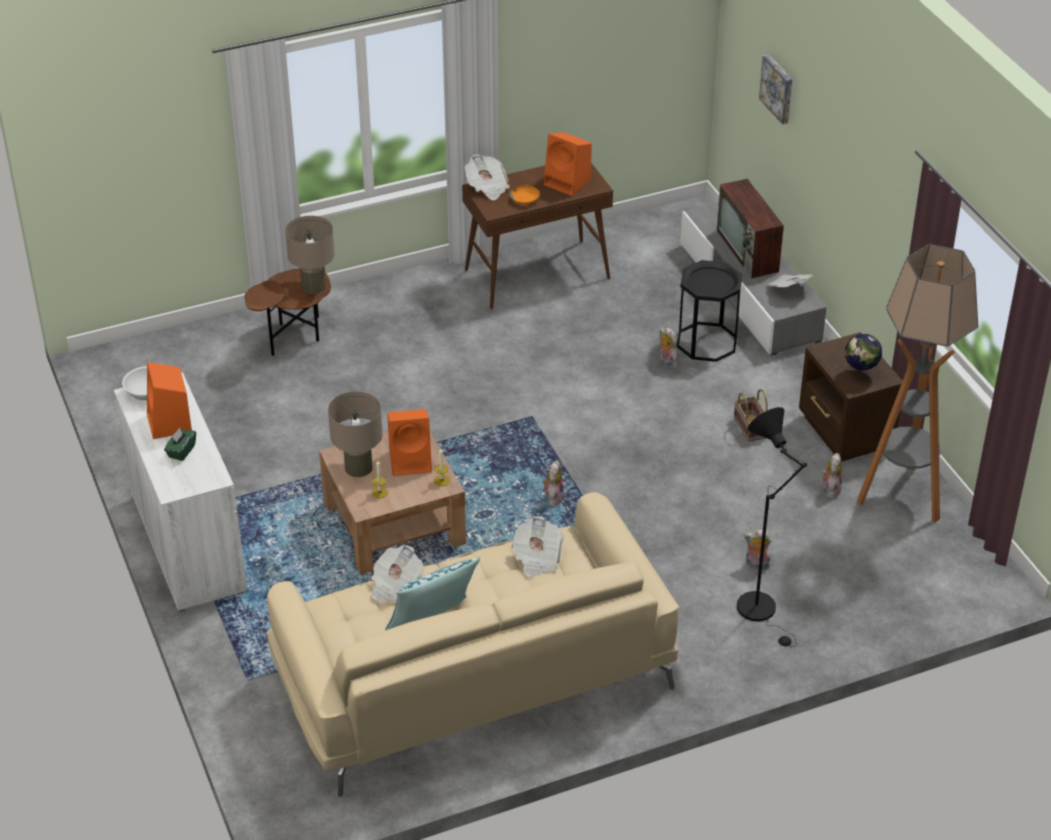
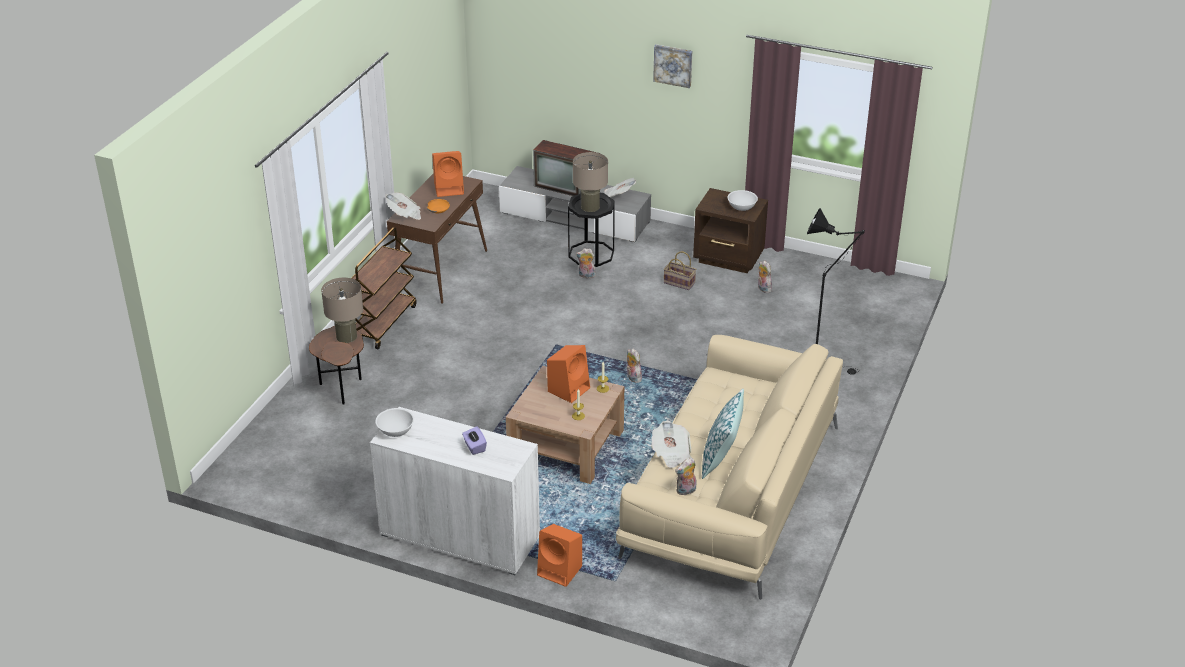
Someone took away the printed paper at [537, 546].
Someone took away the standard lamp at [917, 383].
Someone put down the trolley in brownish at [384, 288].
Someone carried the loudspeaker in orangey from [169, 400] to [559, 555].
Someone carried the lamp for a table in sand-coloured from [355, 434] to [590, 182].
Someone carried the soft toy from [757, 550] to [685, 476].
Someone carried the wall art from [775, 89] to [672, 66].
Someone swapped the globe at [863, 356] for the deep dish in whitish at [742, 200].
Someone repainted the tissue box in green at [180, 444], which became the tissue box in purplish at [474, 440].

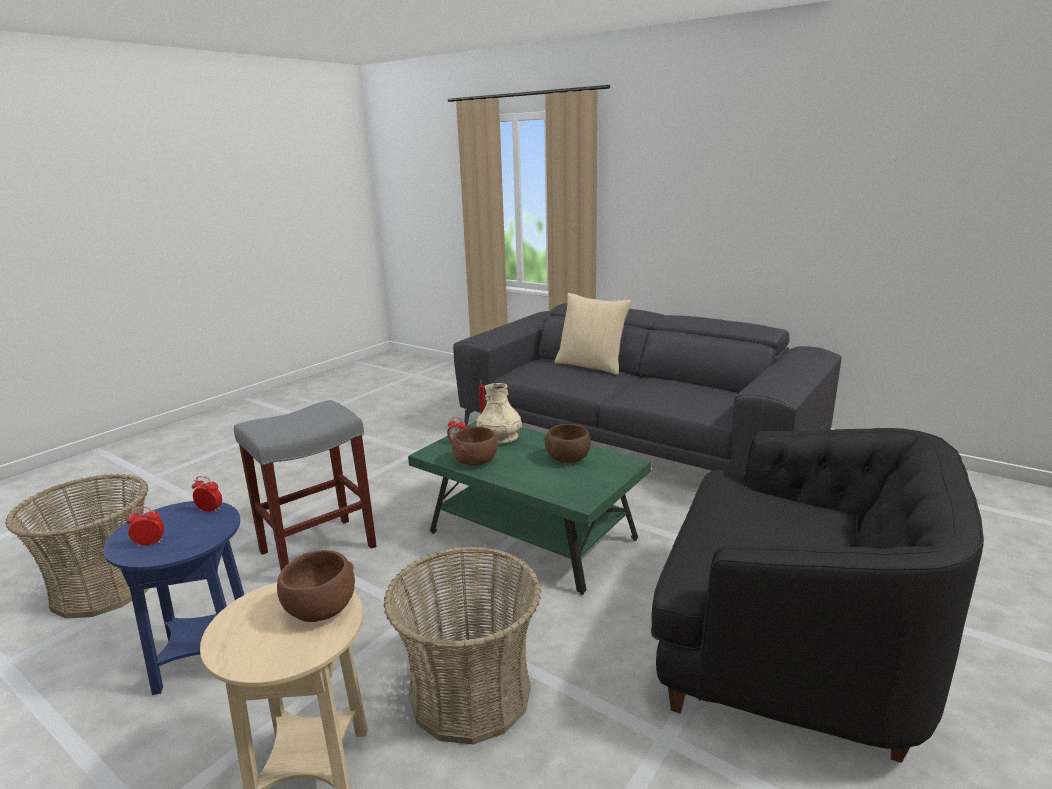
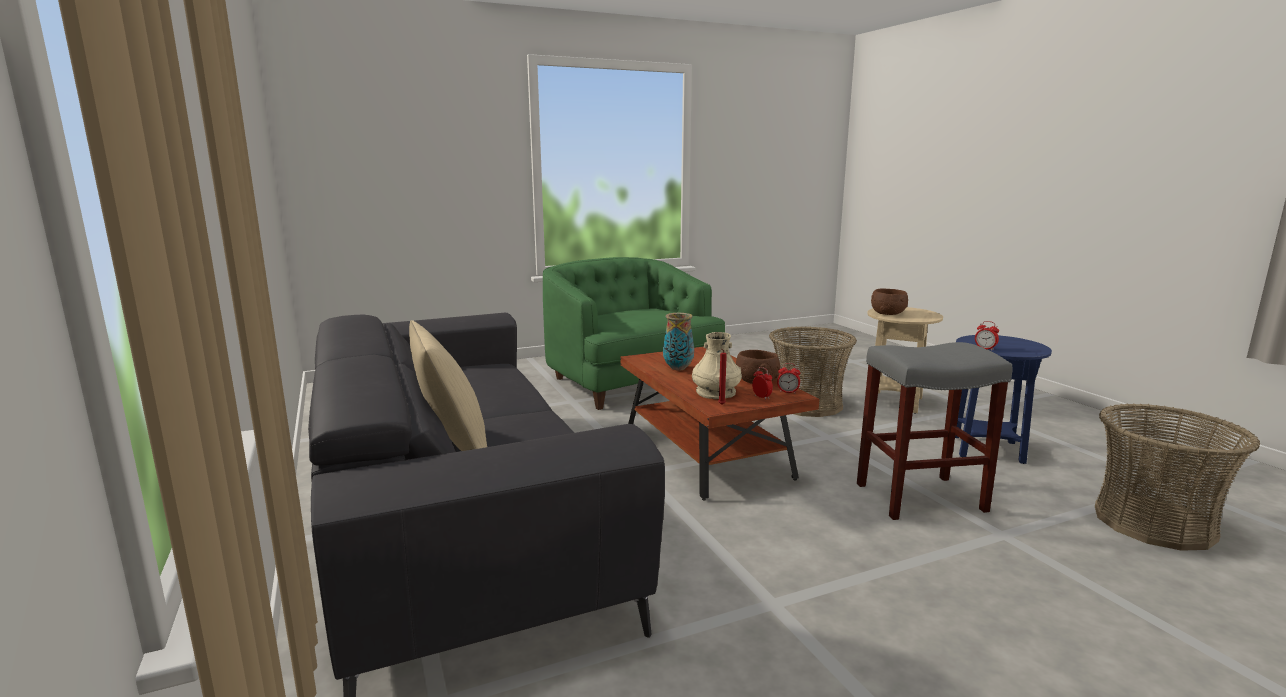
Someone carried the alarm clock from [145, 527] to [788, 378].
Someone swapped the deep dish in brownish at [567, 443] for the flower vase at [678, 342].
Someone repainted the coffee table in green at [530, 508], which became the coffee table in brownish at [719, 423].
Someone repainted the armchair in black-coloured at [817, 595], which became the armchair in green at [634, 333].

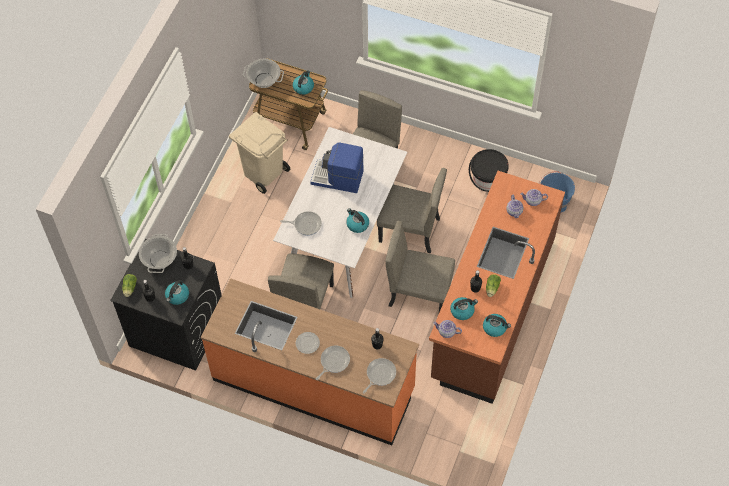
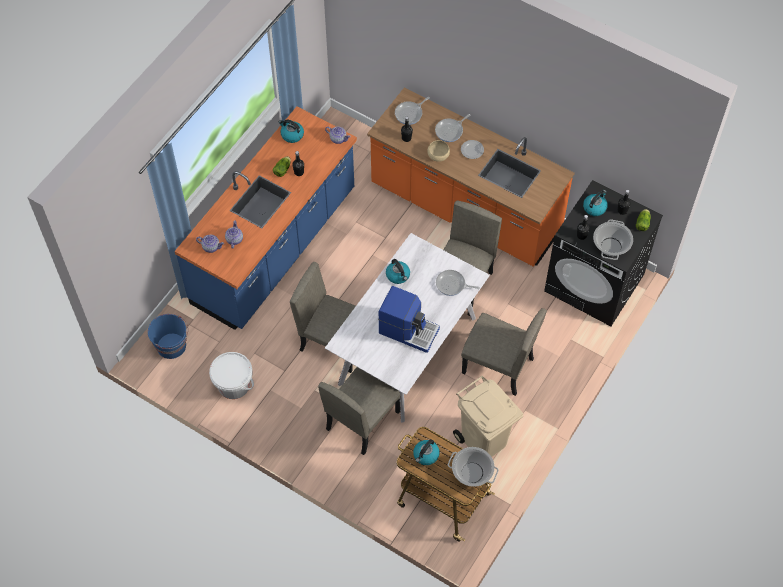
Someone took away the tea kettle at [464, 308].
Someone put down the deep dish in sand-coloured at [438, 151].
Someone carried the chair in sand-coloured from [420, 266] to [504, 352].
Someone repainted the kitchen base unit in brownish at [497, 287], which became the kitchen base unit in blue-coloured at [266, 218].
Someone repainted the water bucket in black-coloured at [489, 170], which became the water bucket in whitish at [231, 375].

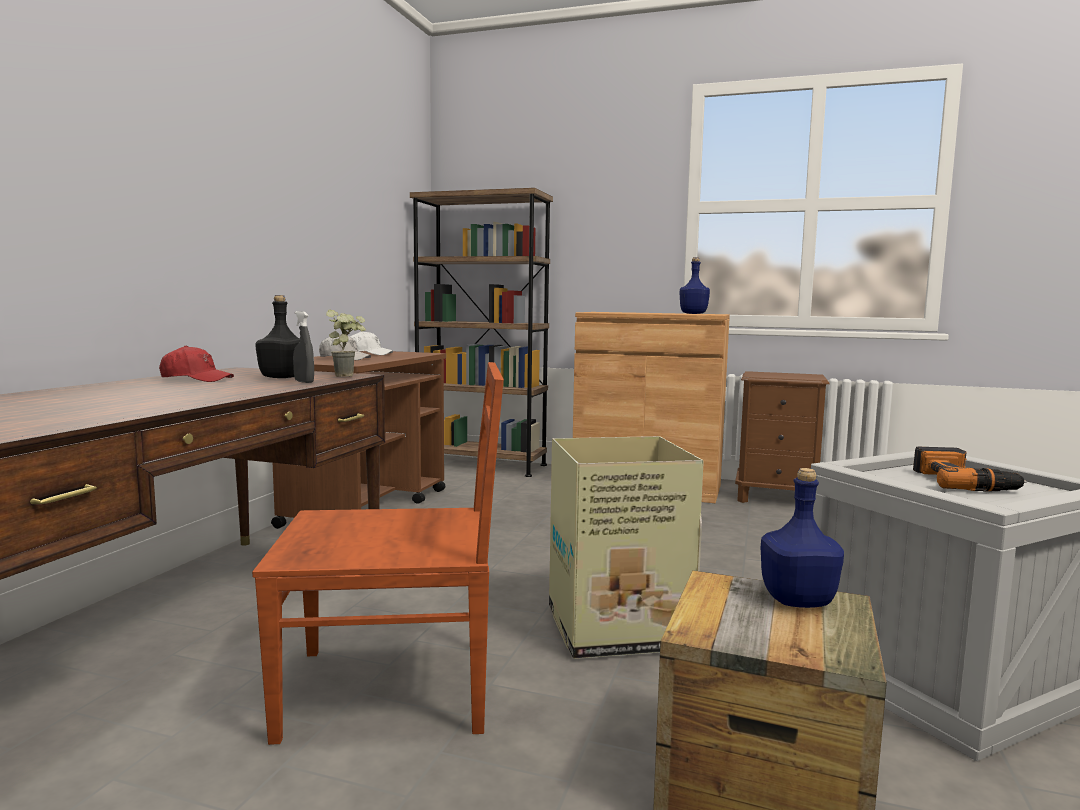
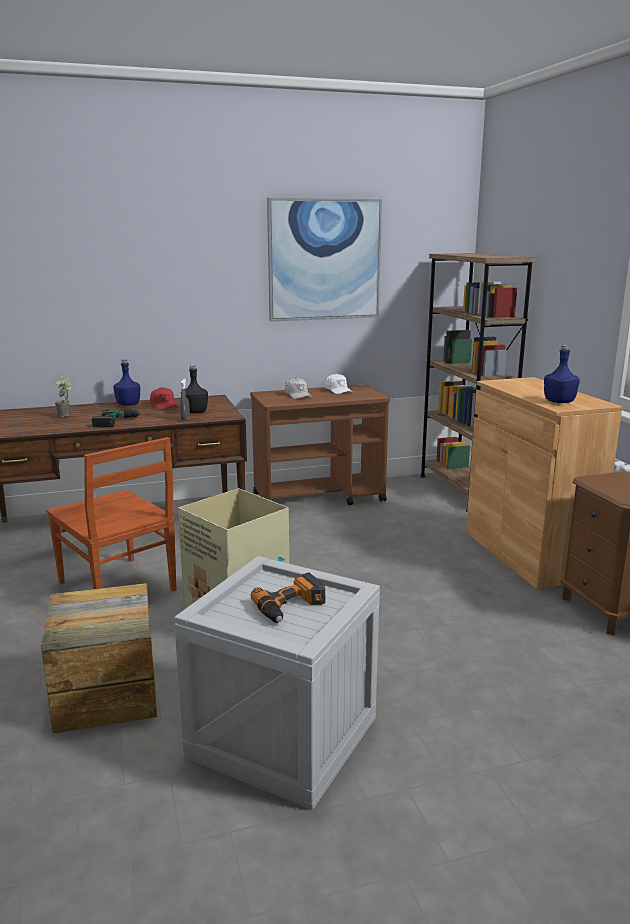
Someone put down the electric drill at [116, 418].
Someone put up the wall art at [324, 259].
Someone carried the houseplant from [346, 343] to [63, 396].
Someone carried the bottle in blue-coloured from [802, 538] to [126, 382].

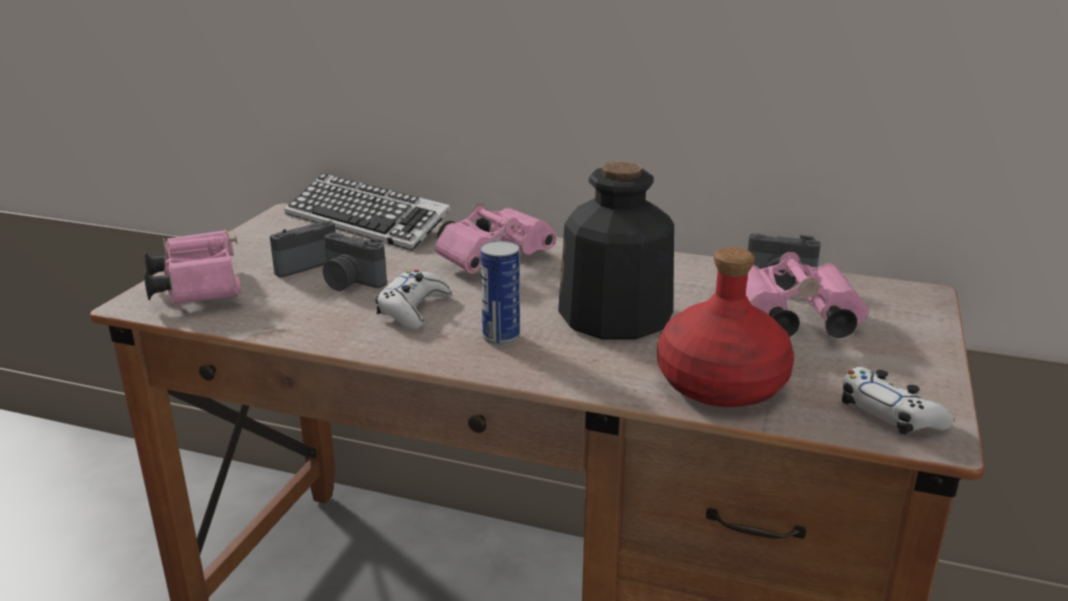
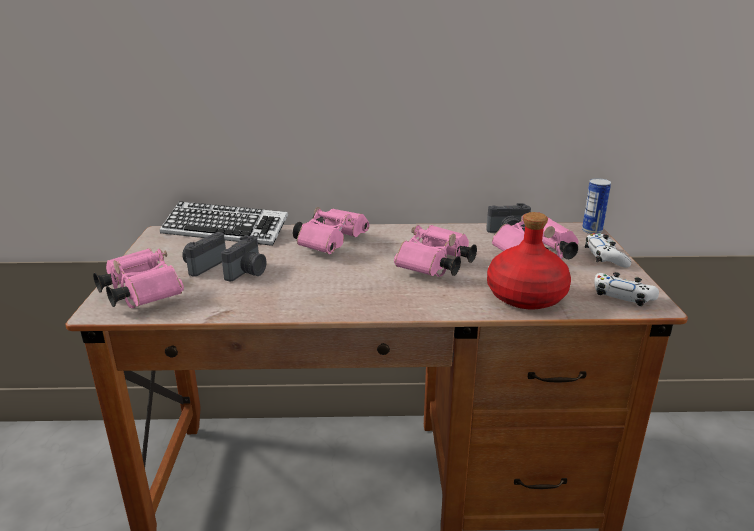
Someone carried the joypad in whitish from [414, 300] to [608, 250].
Someone carried the can from [500, 293] to [596, 206].
Someone swapped the bottle at [616, 250] for the pair of binoculars in pinkish at [435, 251].
Someone rotated the still camera at [355, 261] by 75 degrees counterclockwise.

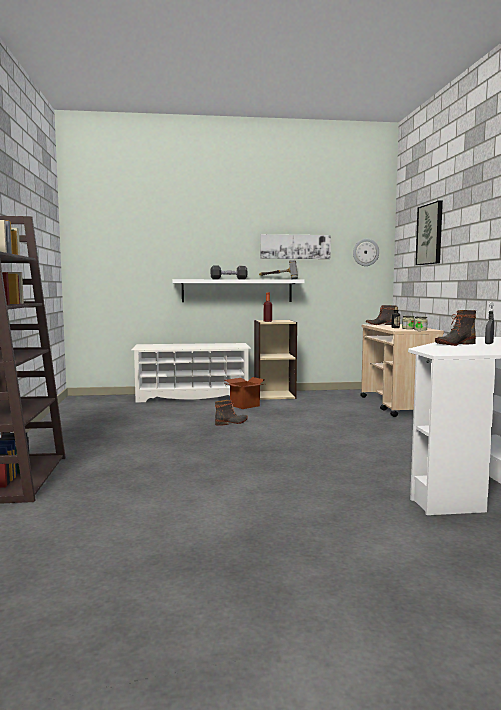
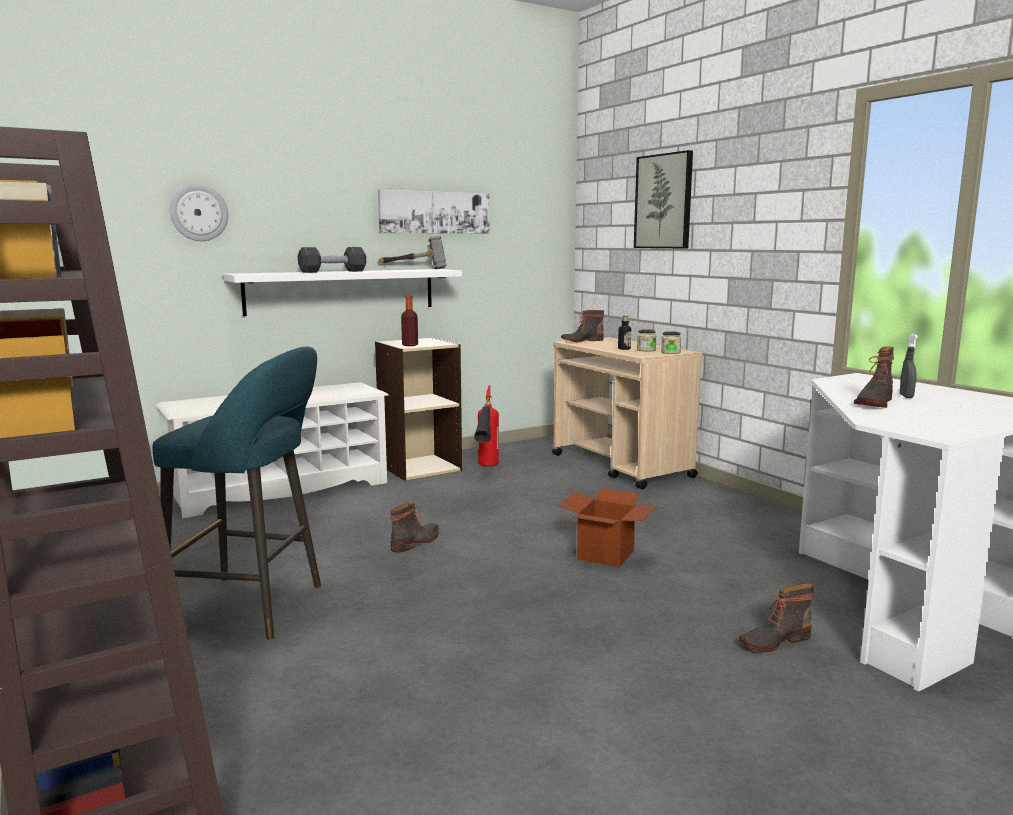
Someone put down the stool seat in blue-green at [236, 493].
Someone put down the fire extinguisher at [486, 426].
Someone put down the tall boot at [776, 617].
Someone carried the cardboard box from [244, 393] to [607, 527].
Someone carried the hanging clock from [366, 252] to [199, 212].

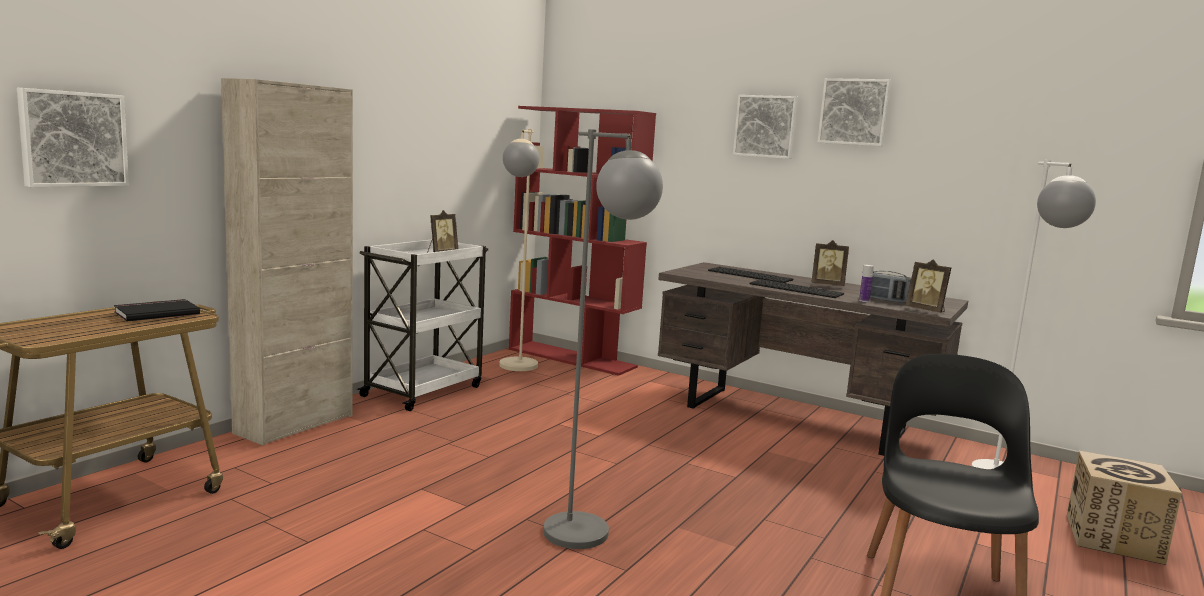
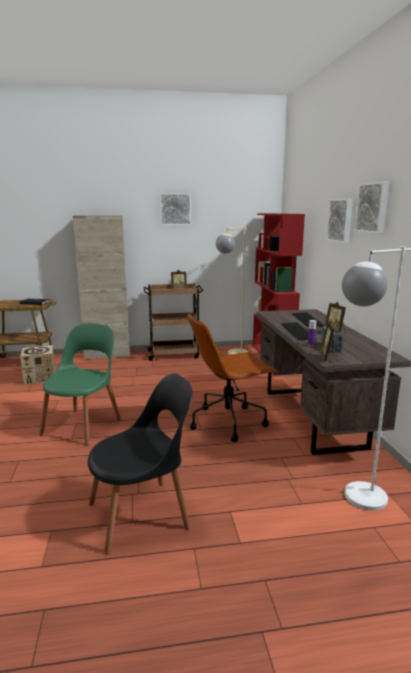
Someone put down the desk chair in brownish at [232, 378].
Someone carried the wall art from [73, 137] to [175, 209].
Someone carried the cardboard box from [1124, 508] to [37, 365].
Someone swapped the standard lamp in gray at [603, 339] for the chair in green at [80, 384].
Someone repainted the trolley in whitish at [422, 325], which became the trolley in brownish at [174, 322].

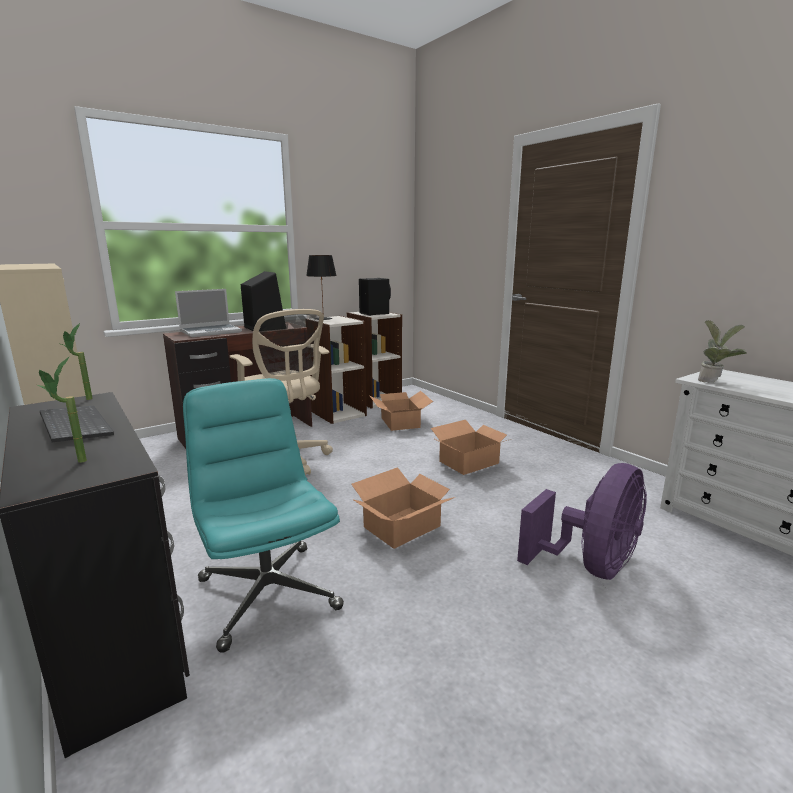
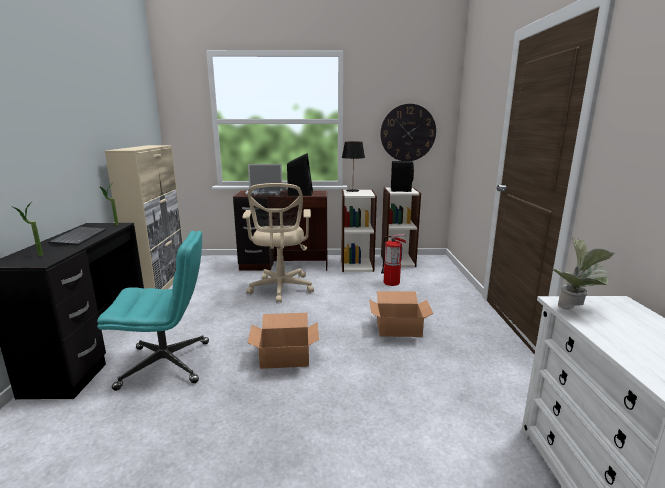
Someone took away the electric fan in purplish at [582, 521].
Someone put up the hanging clock at [408, 132].
Someone swapped the cardboard box at [401, 411] for the fire extinguisher at [393, 260].
Someone rotated the desk chair in blue-green at [263, 515] by 75 degrees clockwise.

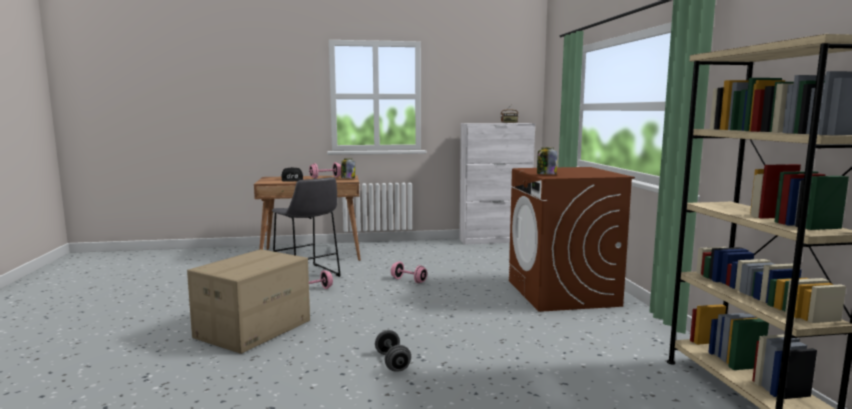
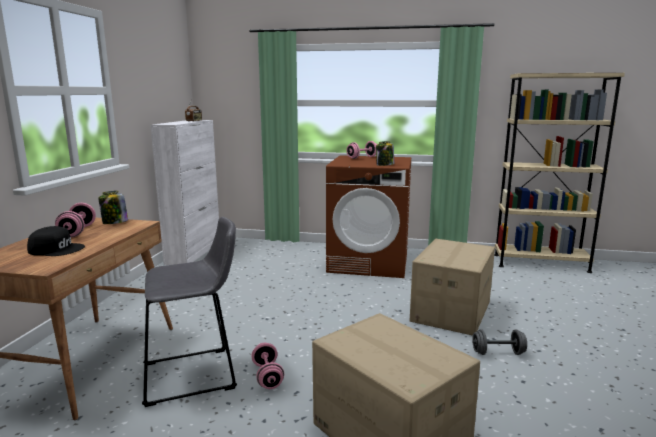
Someone put down the cardboard box at [452, 287].
Someone carried the hand weight in pinkish from [409, 272] to [361, 150].

